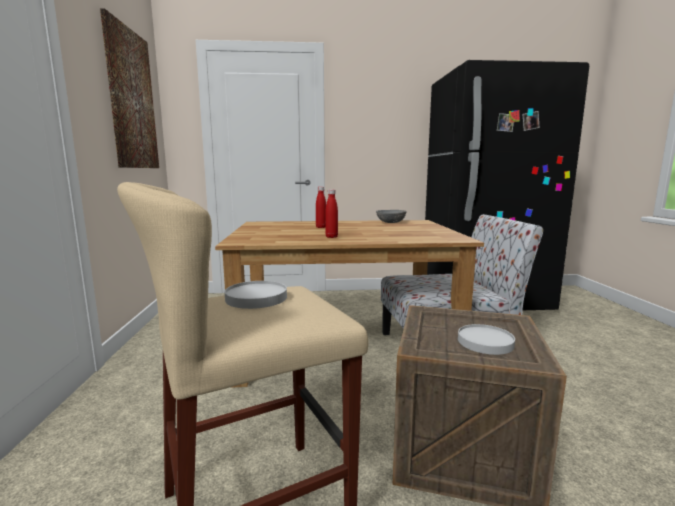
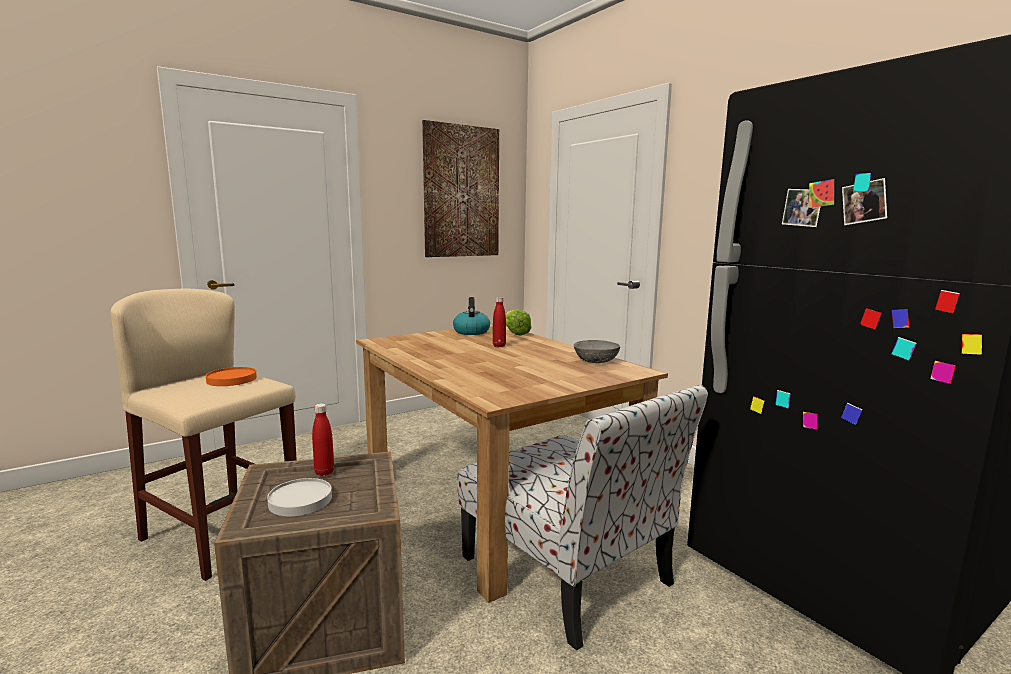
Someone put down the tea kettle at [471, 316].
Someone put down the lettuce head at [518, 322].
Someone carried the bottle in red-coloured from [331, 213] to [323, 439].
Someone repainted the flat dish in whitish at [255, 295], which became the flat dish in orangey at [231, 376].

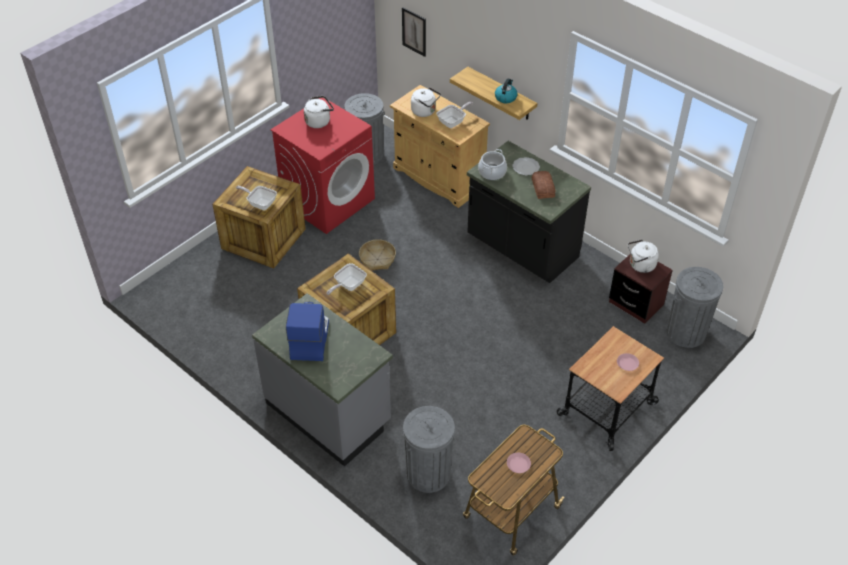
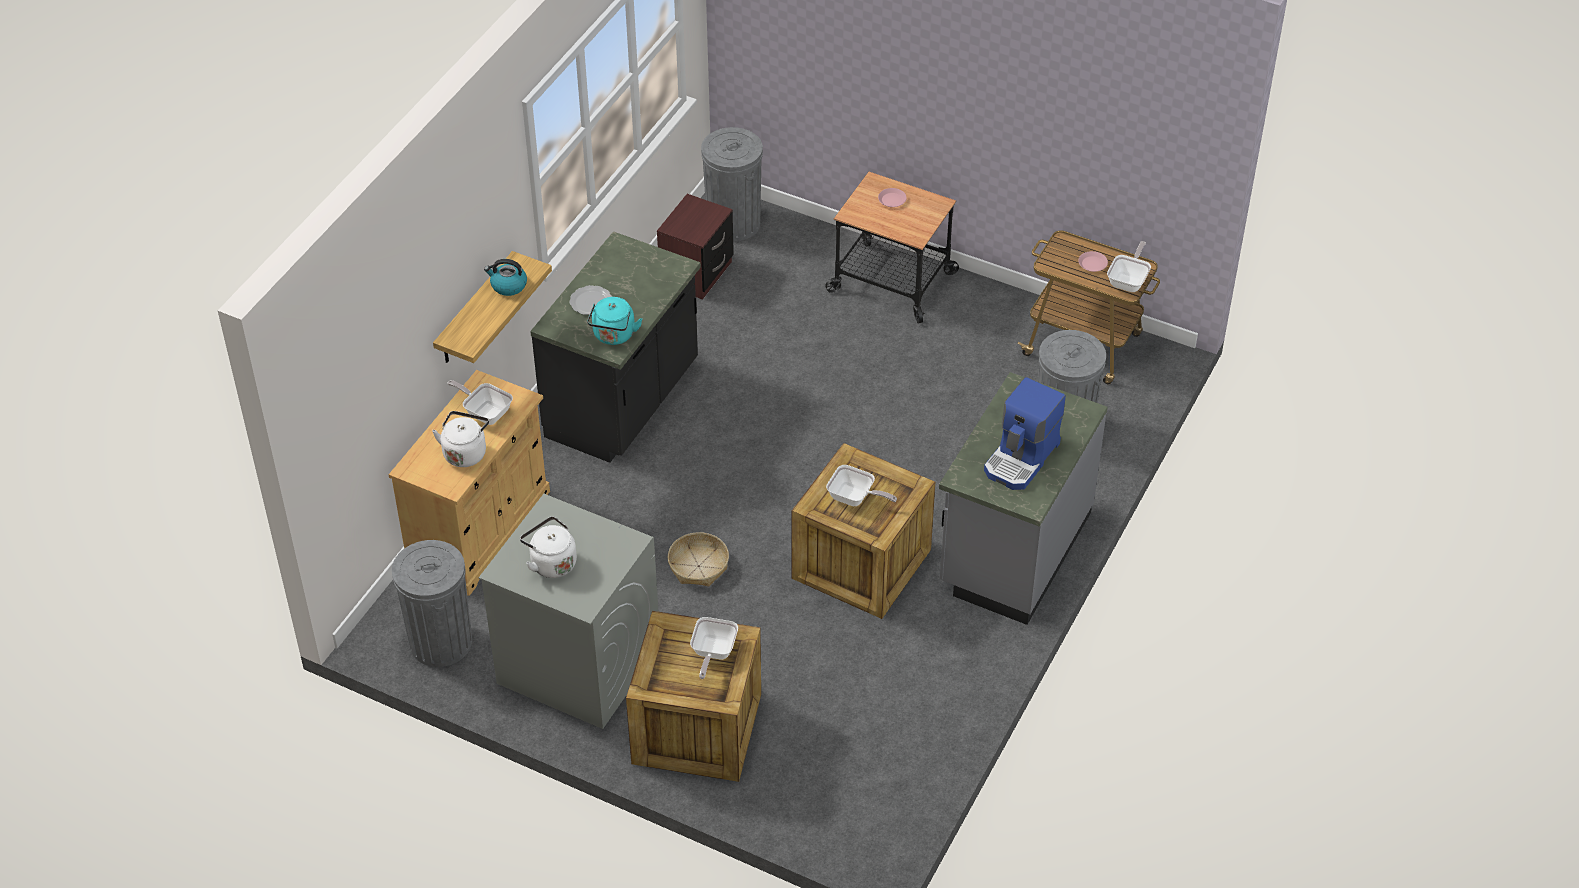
Someone took away the wall art at [414, 32].
Someone took away the bakery bread at [543, 185].
Someone took away the tea kettle in whitish at [643, 256].
Someone put down the pan at [1129, 266].
Someone swapped the saucepot at [492, 164] for the tea kettle in blue-green at [614, 321].
Someone repainted the laundry machine in red-coloured at [322, 166], which became the laundry machine in gray at [569, 611].
Someone rotated the coffee maker at [307, 331] by 45 degrees counterclockwise.

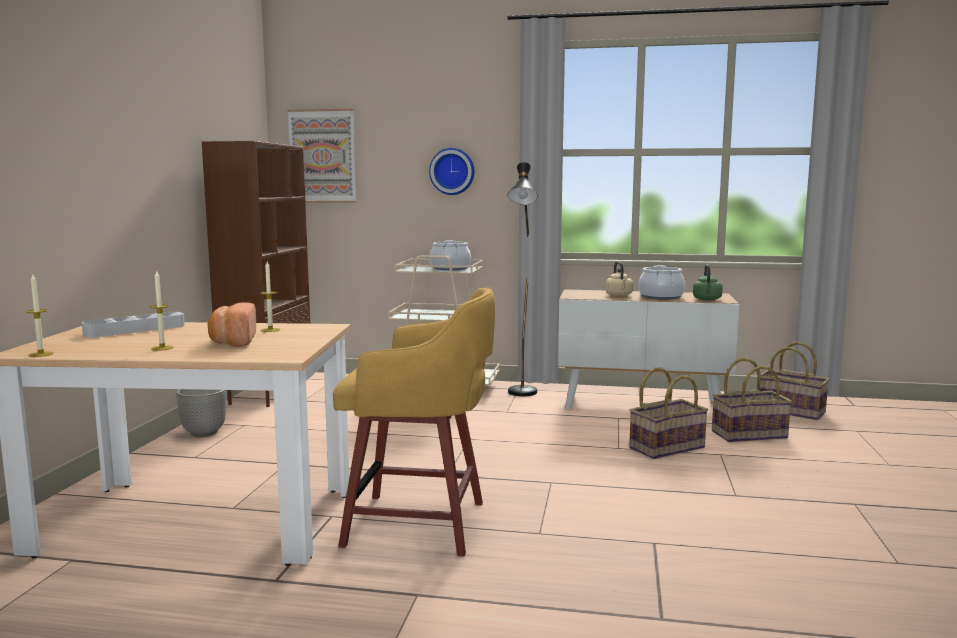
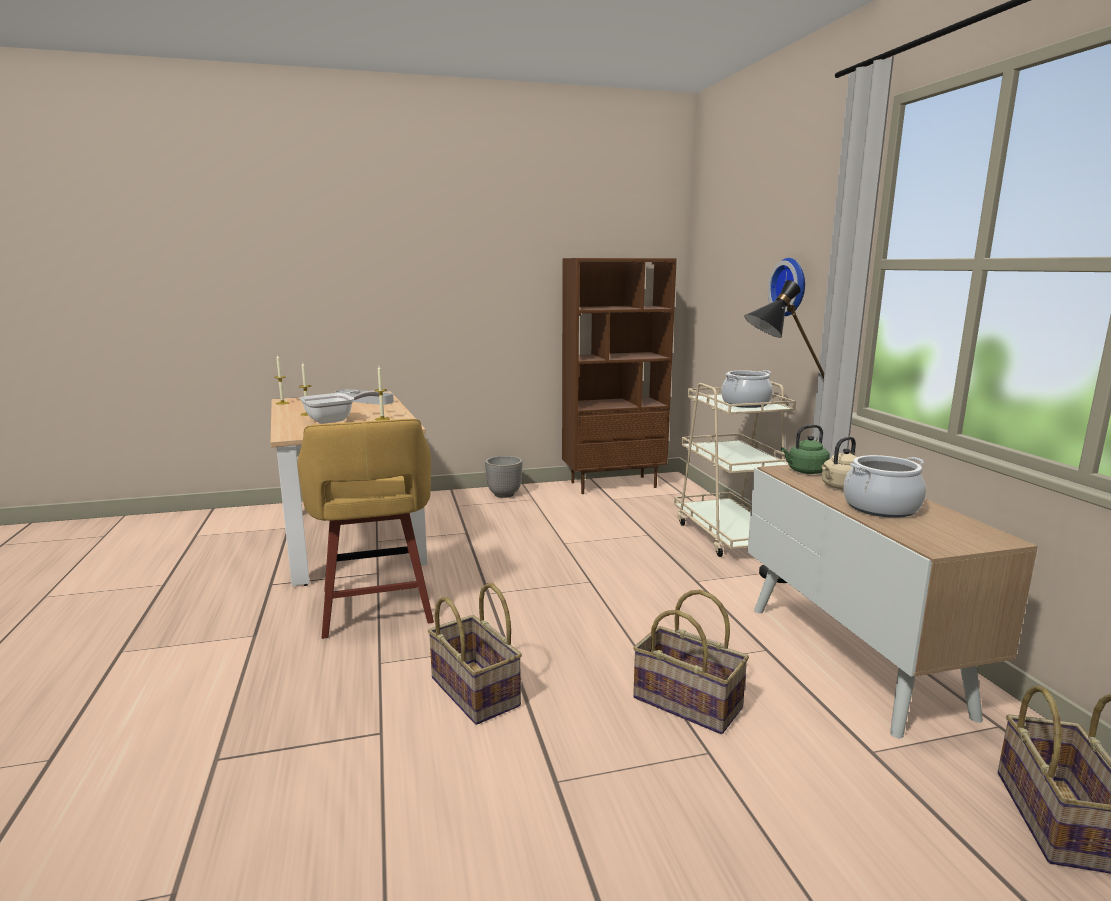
Someone took away the wall art at [321, 156].
Someone carried the tea kettle in green from [708, 282] to [805, 449].
Someone carried the basket from [752, 400] to [475, 654].
Someone swapped the bakery bread at [232, 324] for the pan at [339, 407].

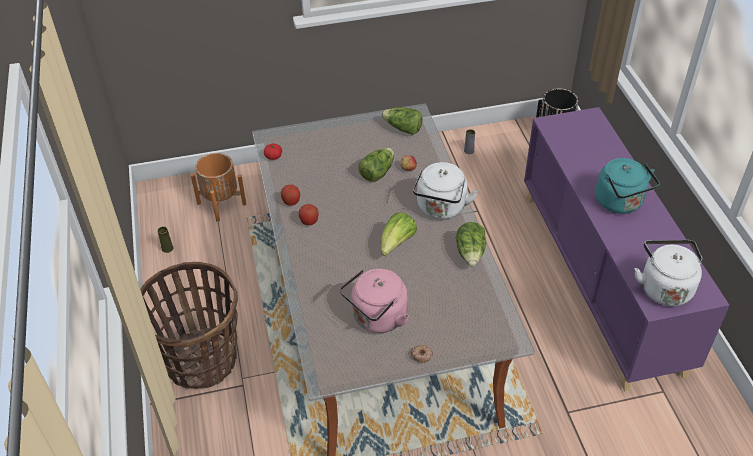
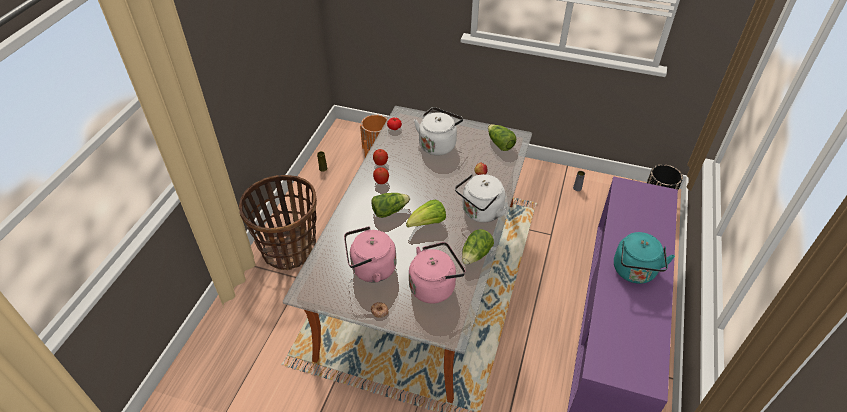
Someone put down the tea kettle in pinkish at [437, 272].
Someone carried the lettuce head from [376, 165] to [391, 205].
Someone carried the tea kettle in whitish from [668, 273] to [438, 131].

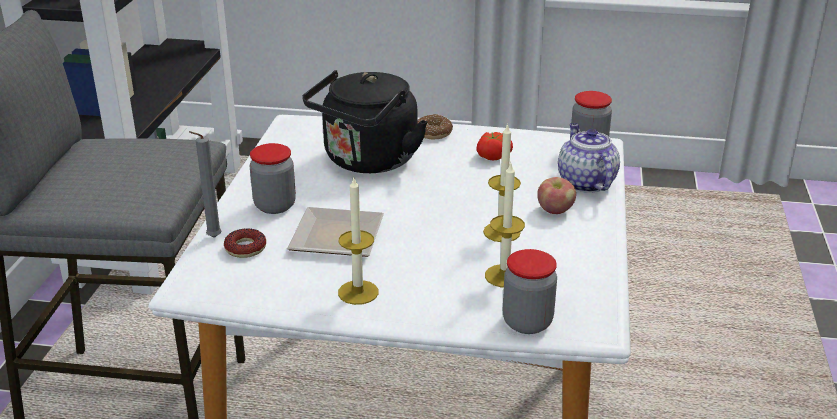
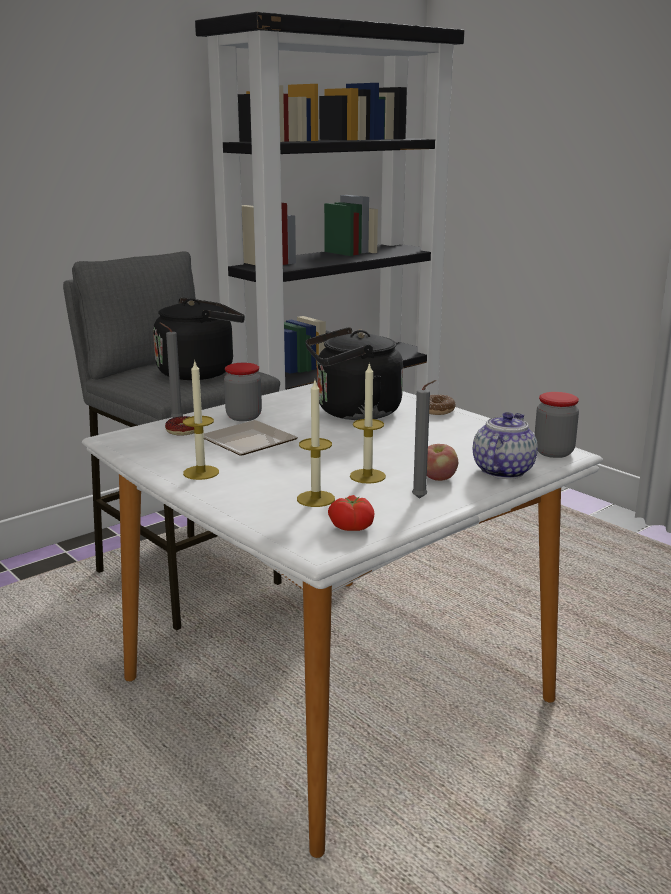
Someone took away the preserve jar at [530, 291].
Someone put down the tea kettle in black-coloured at [199, 339].
Someone put down the wax candle in gray at [424, 439].
Someone carried the fresh tomato from [494, 146] to [351, 513].

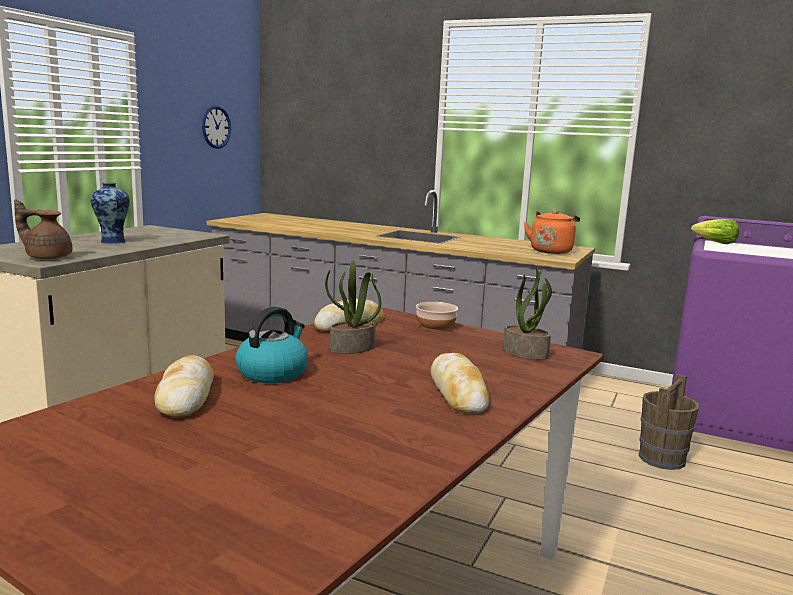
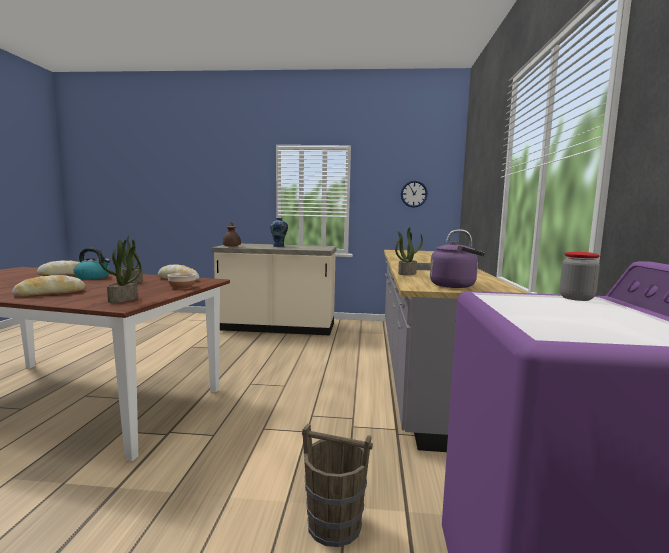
Someone put down the houseplant at [409, 251].
Someone swapped the lettuce head at [715, 231] for the preserve jar at [580, 276].
Someone repainted the tea kettle in orangey at [552, 232], which became the tea kettle in purplish at [457, 264].

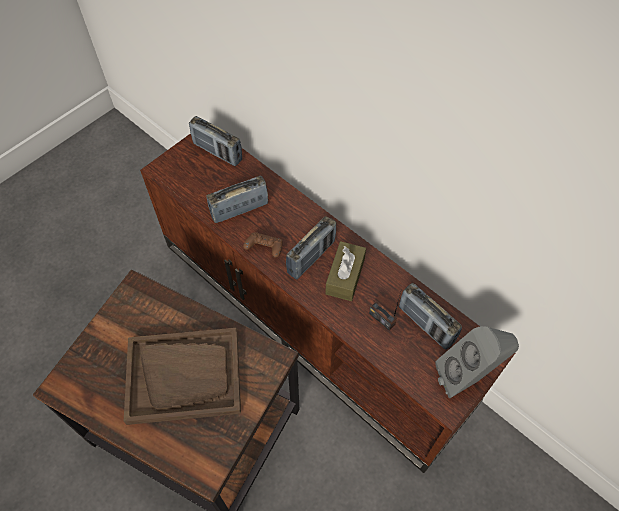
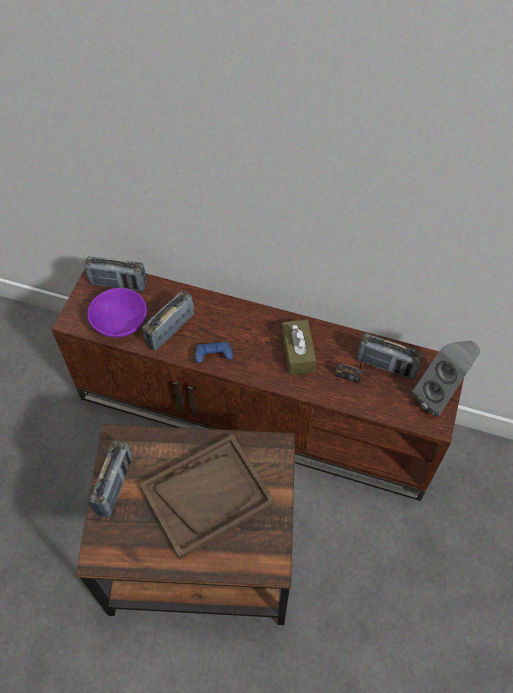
Someone put down the deep dish in purplish at [117, 313].
Someone carried the radio set from [311, 248] to [111, 479].
Someone repainted the joypad in brownish at [262, 245], which became the joypad in blue-coloured at [214, 352].

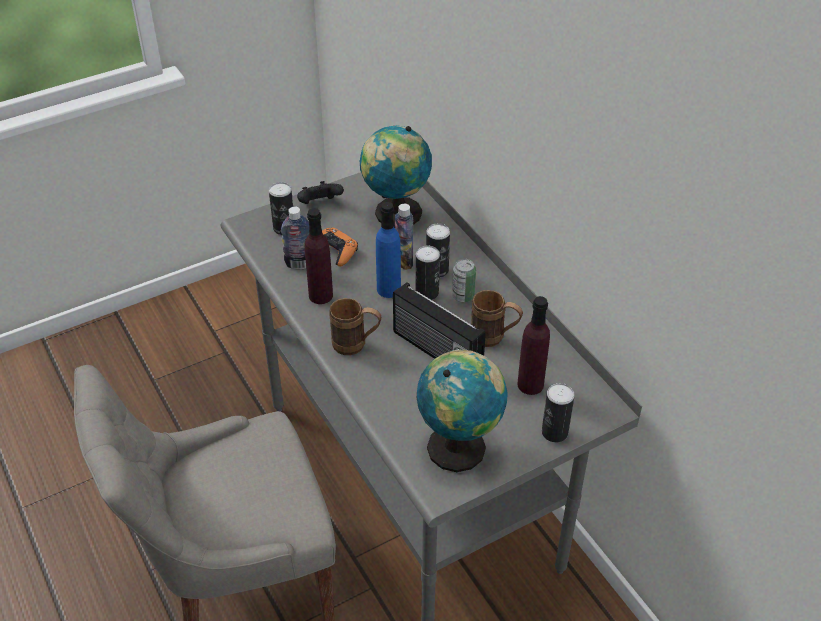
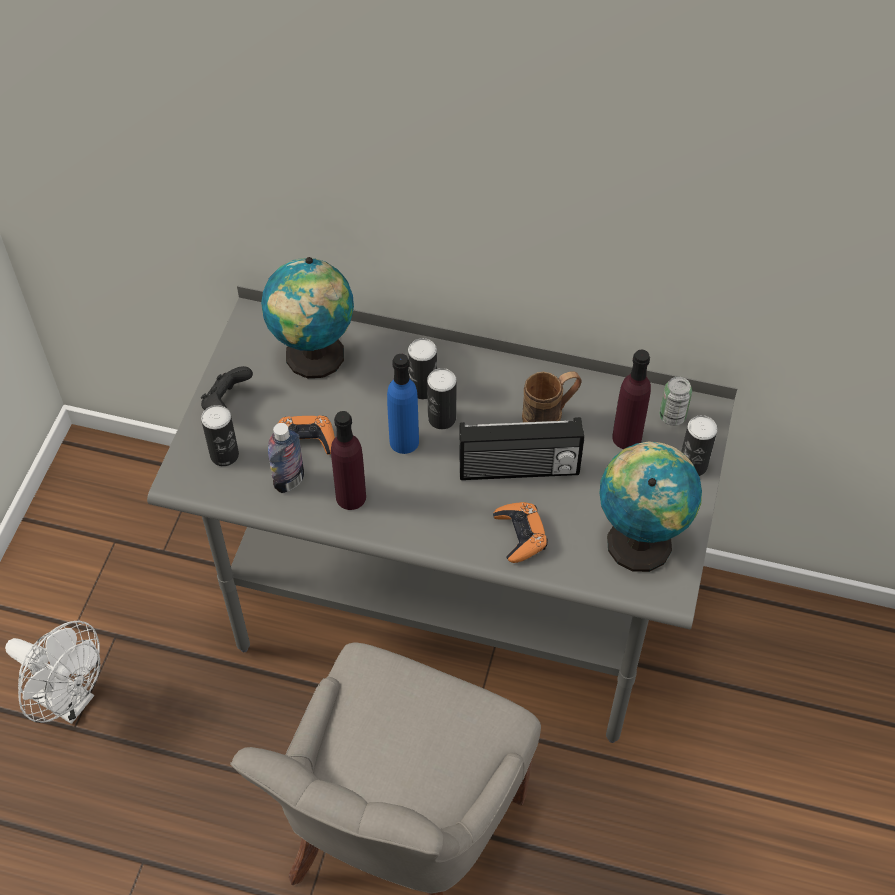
Someone took away the mug in brownish at [355, 326].
Someone took away the bottle at [404, 237].
Someone put down the electric fan in whitish at [52, 672].
Someone put down the joypad in orangey at [520, 532].
Someone carried the can from [464, 280] to [675, 401].

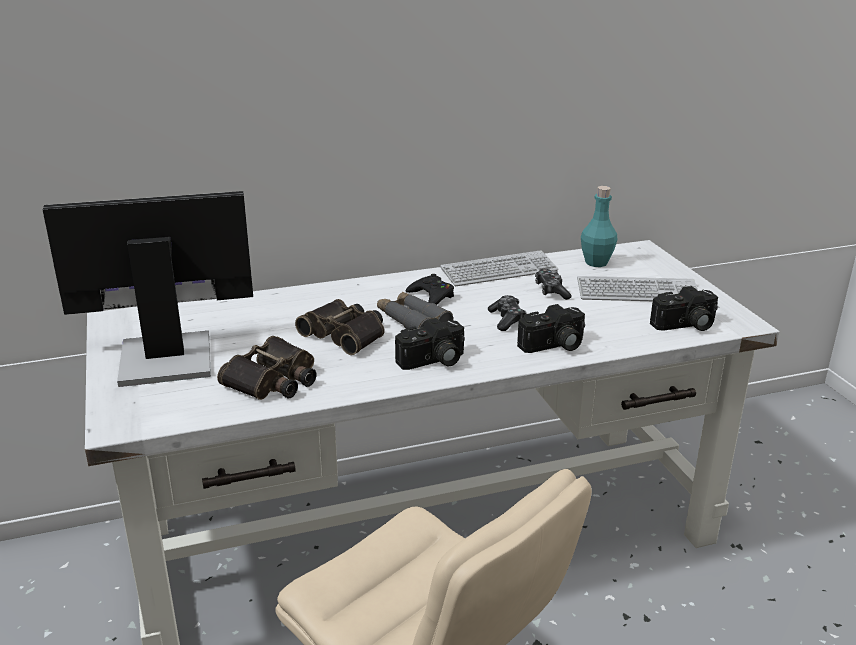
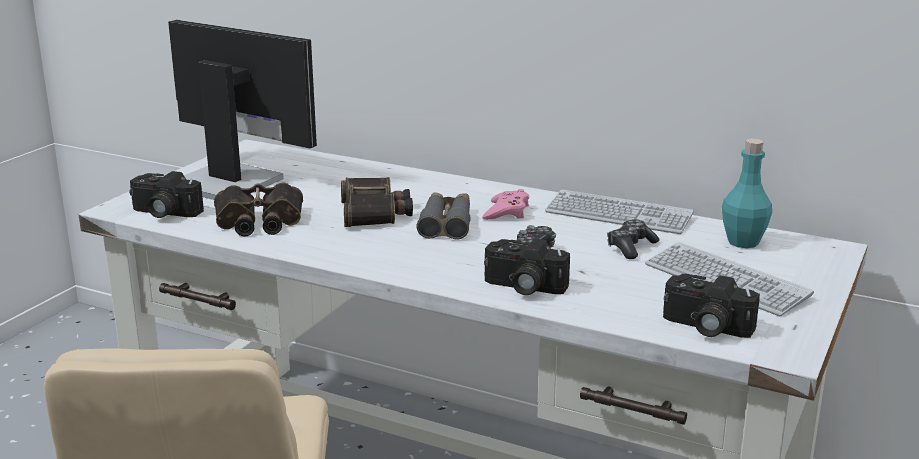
Someone carried the still camera from [430, 344] to [166, 194].
Someone repainted the joypad in black-coloured at [430, 289], which became the joypad in pinkish at [505, 204].

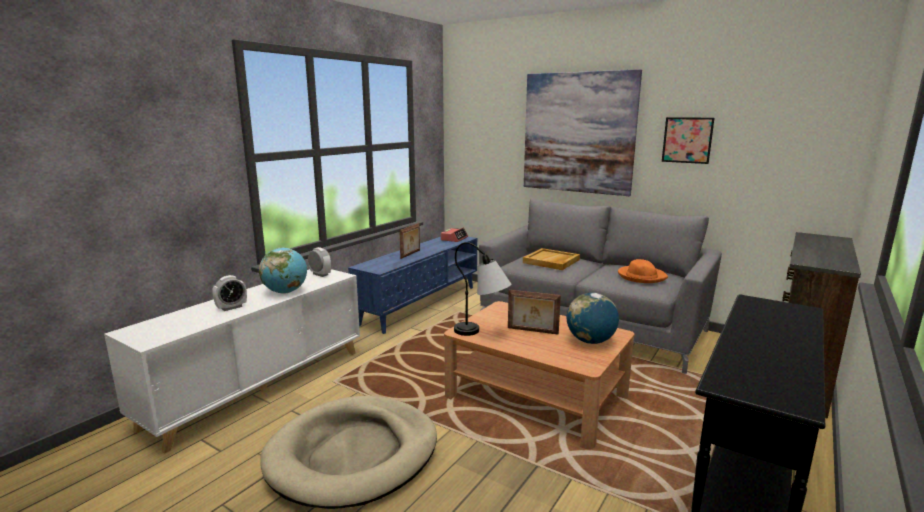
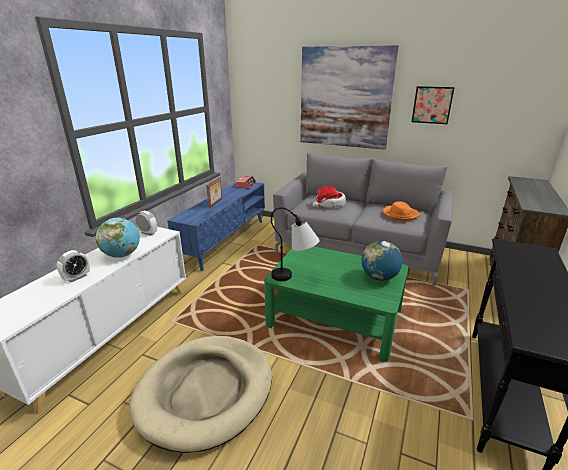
Someone took away the standing frame at [534, 312].
Someone swapped the carrying tray in sand-coloured at [551, 259] for the wearable hat at [329, 197].
Someone repainted the coffee table in brownish at [539, 375], which became the coffee table in green at [336, 304].

